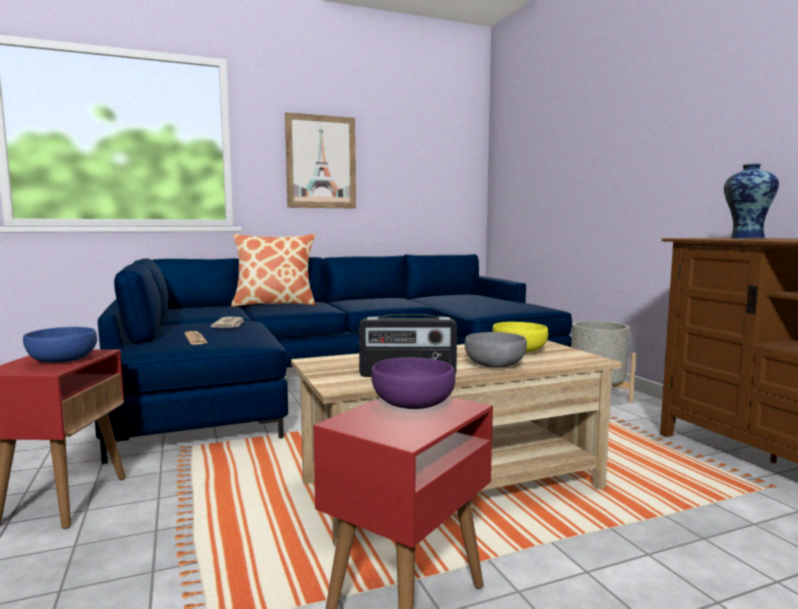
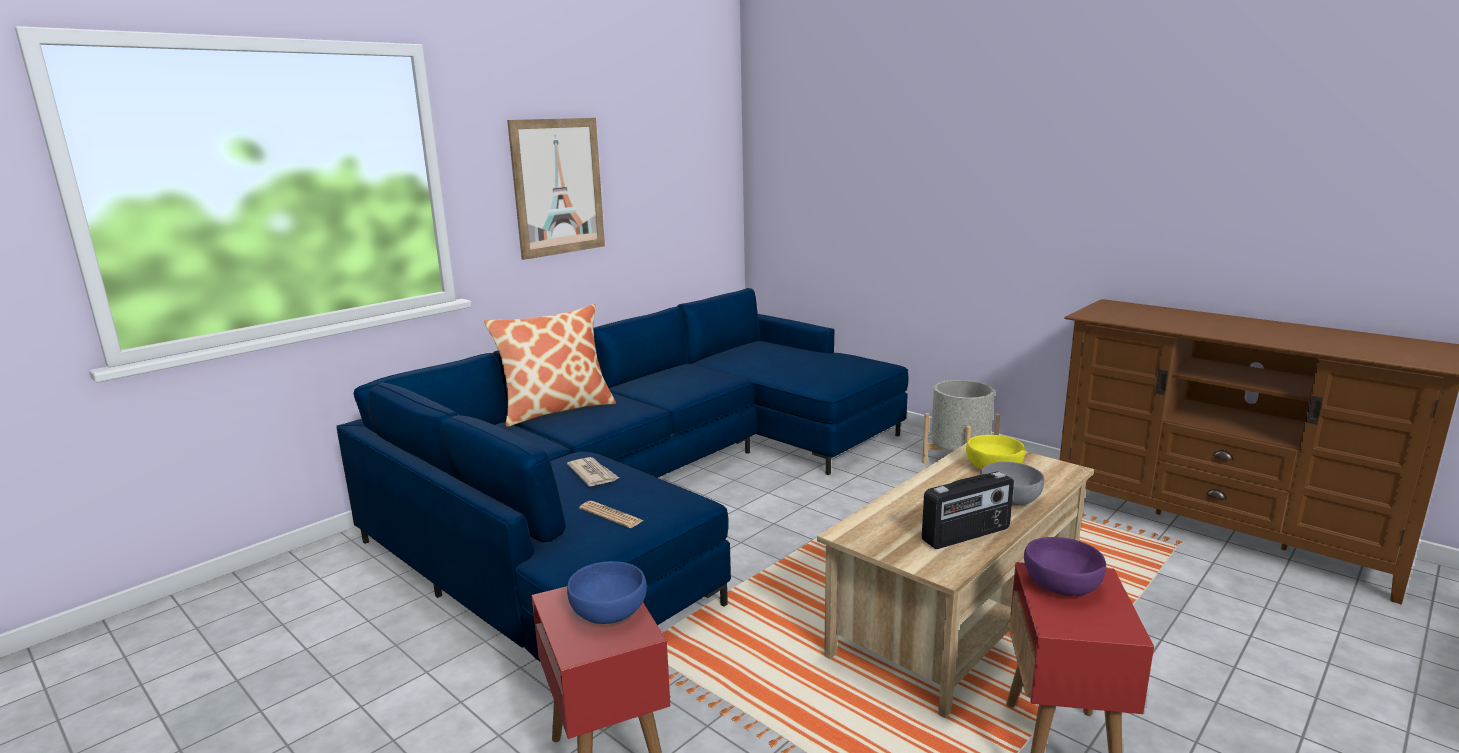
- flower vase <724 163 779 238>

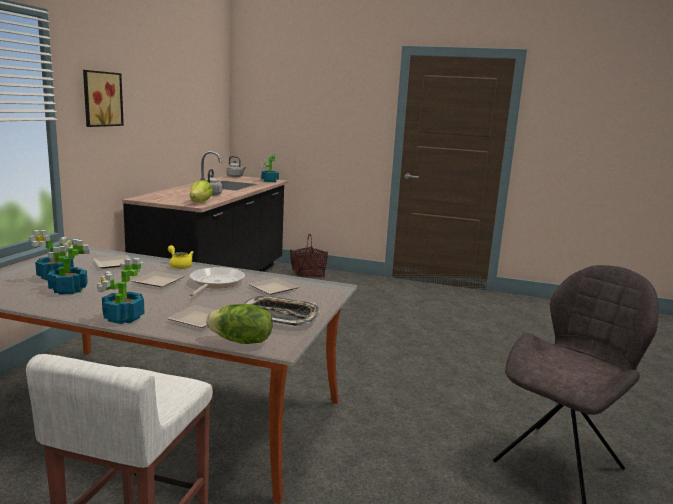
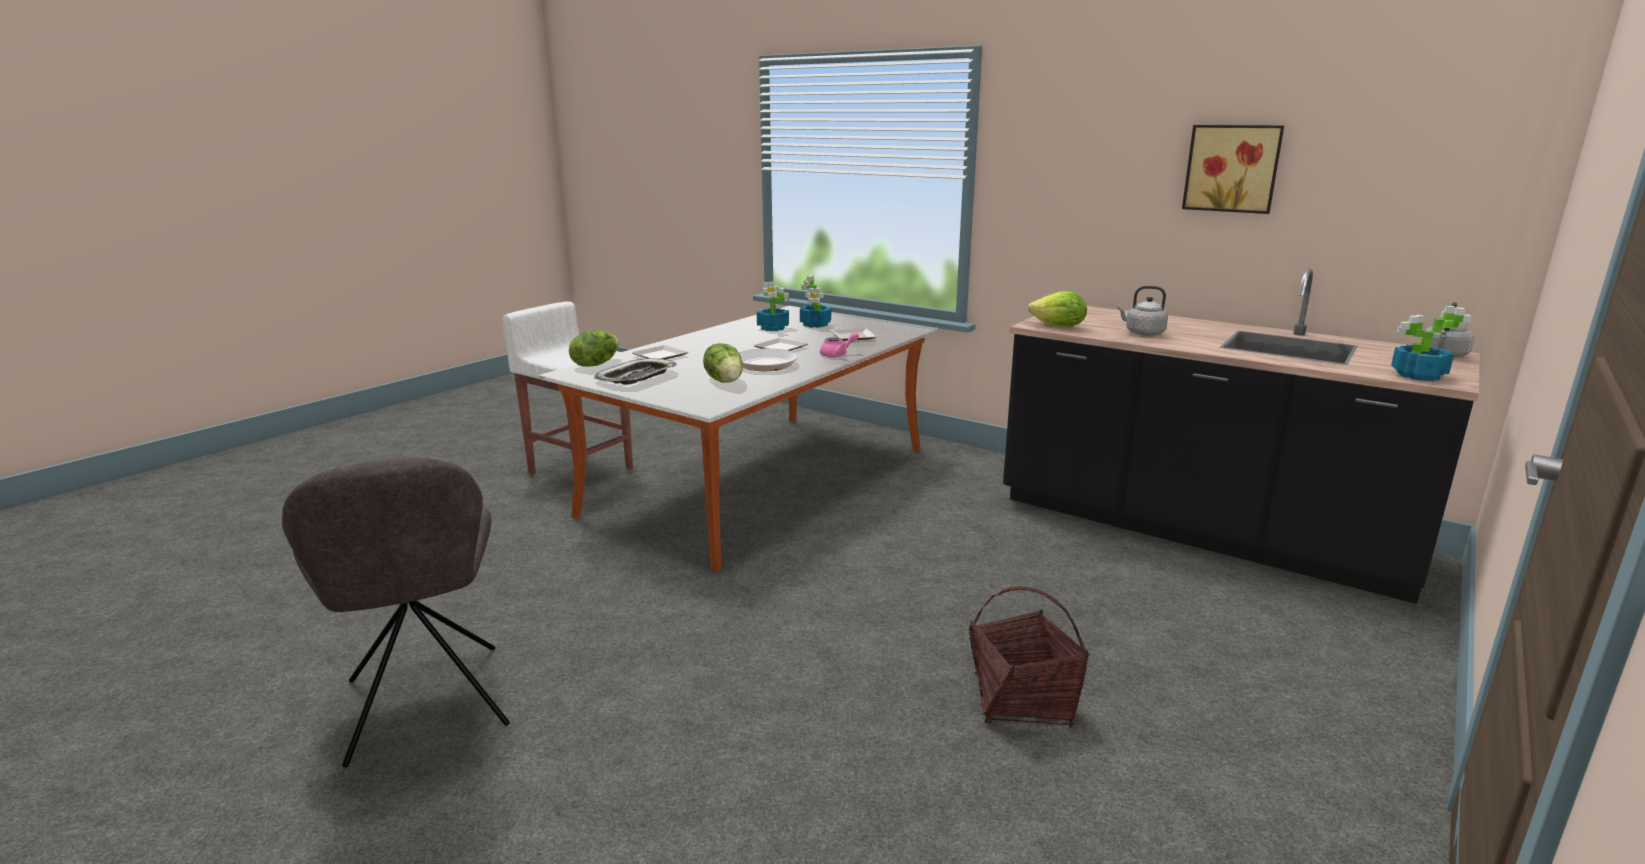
- potted plant <97 258 145 324>
~ picture <83 70 124 127> to <1182 125 1284 214>
~ household basket <290 234 328 277> to <969 586 1089 728>
~ plate <248 278 299 295> to lettuce head <703 343 743 383>
~ yellow pot for tea <168 245 194 269> to pinkish pot for tea <820 332 859 358>

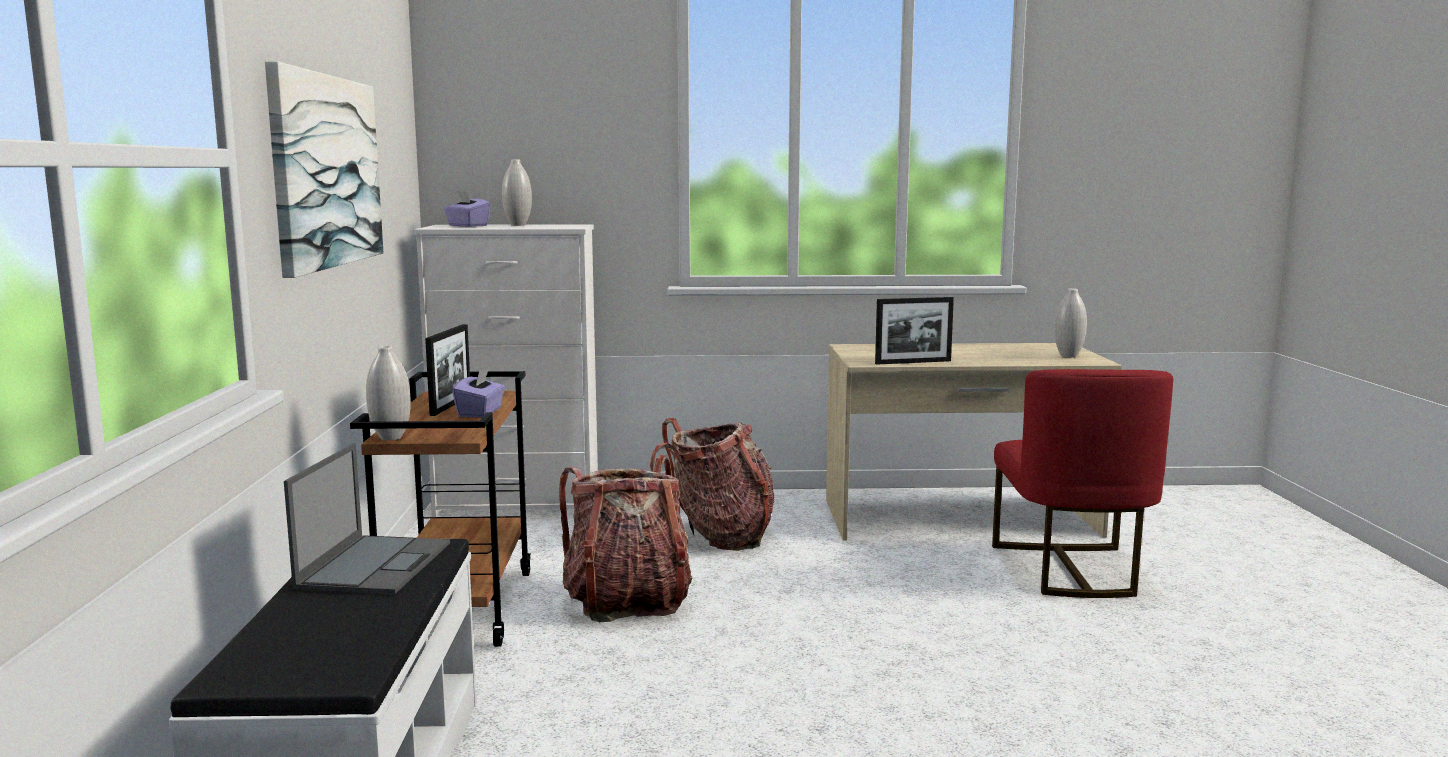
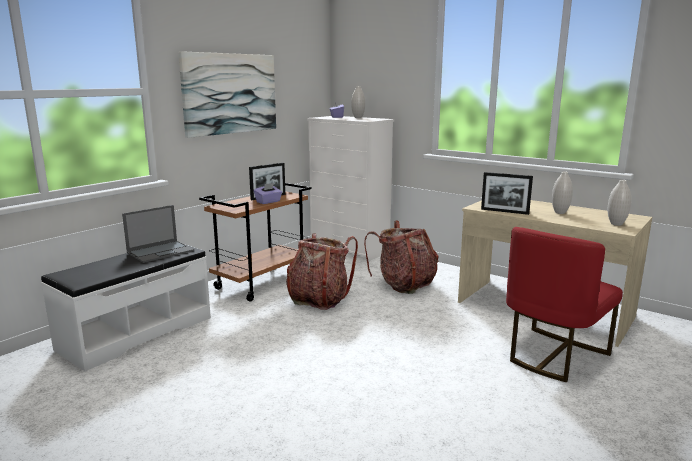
~ whitish flower vase <366 346 411 440> to <552 171 573 214>

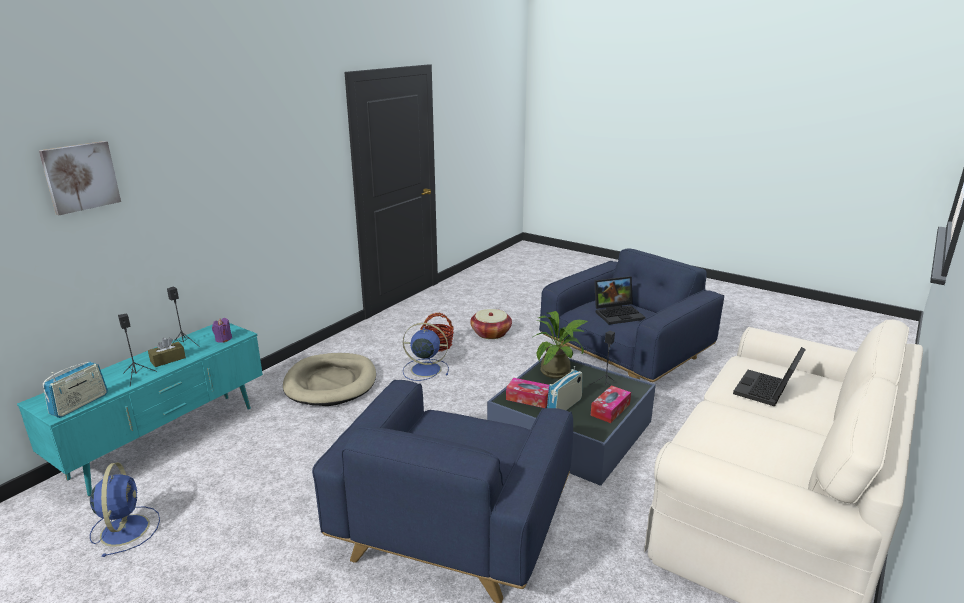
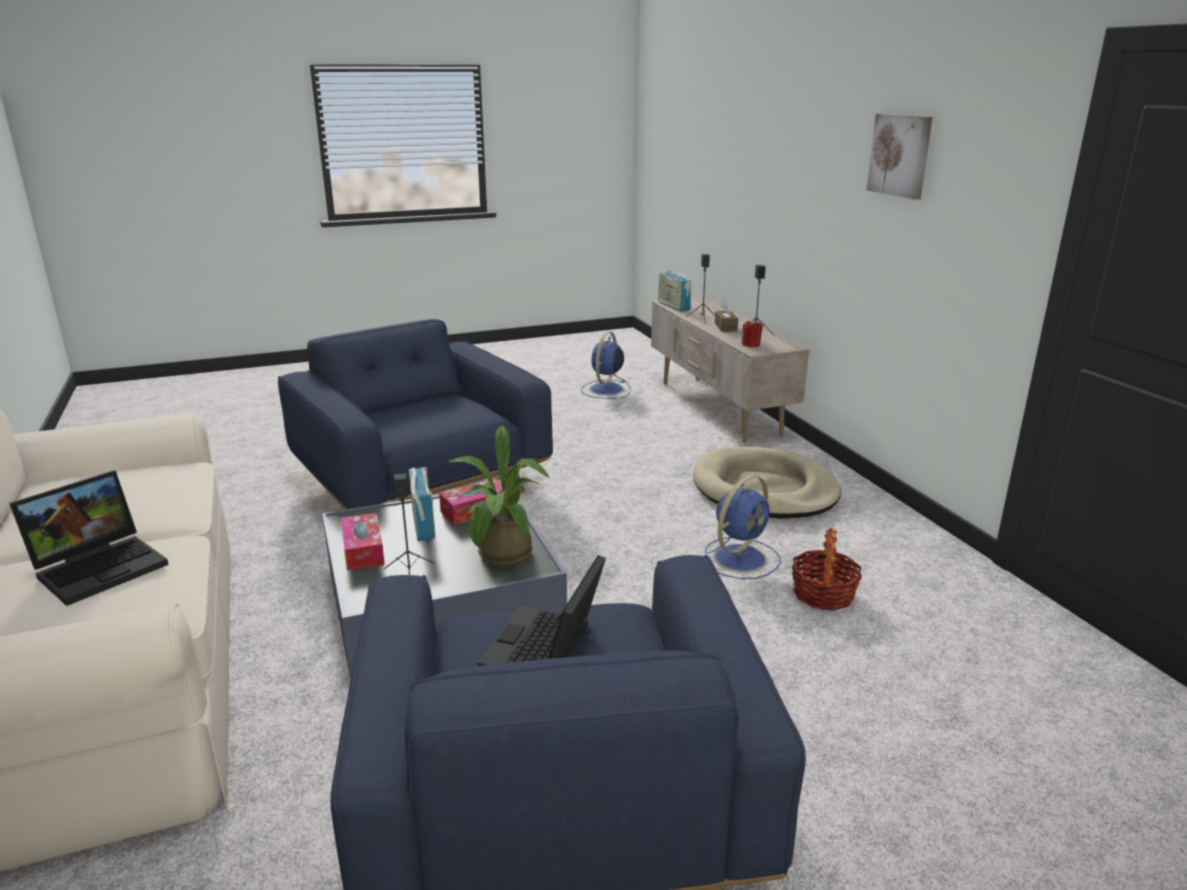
- household basket <470 309 512 339>
~ picture <39 141 121 215> to <867 113 933 200>
~ turquoise-coloured media console <17 323 263 496> to beige media console <651 296 810 443>
~ purplish candle <212 318 232 343> to reddish candle <741 319 763 347>
~ blue cooling fan <90 462 160 557> = <581 332 631 399> 90 degrees clockwise
~ portable computer <733 347 806 407> = <9 471 169 606> 60 degrees clockwise

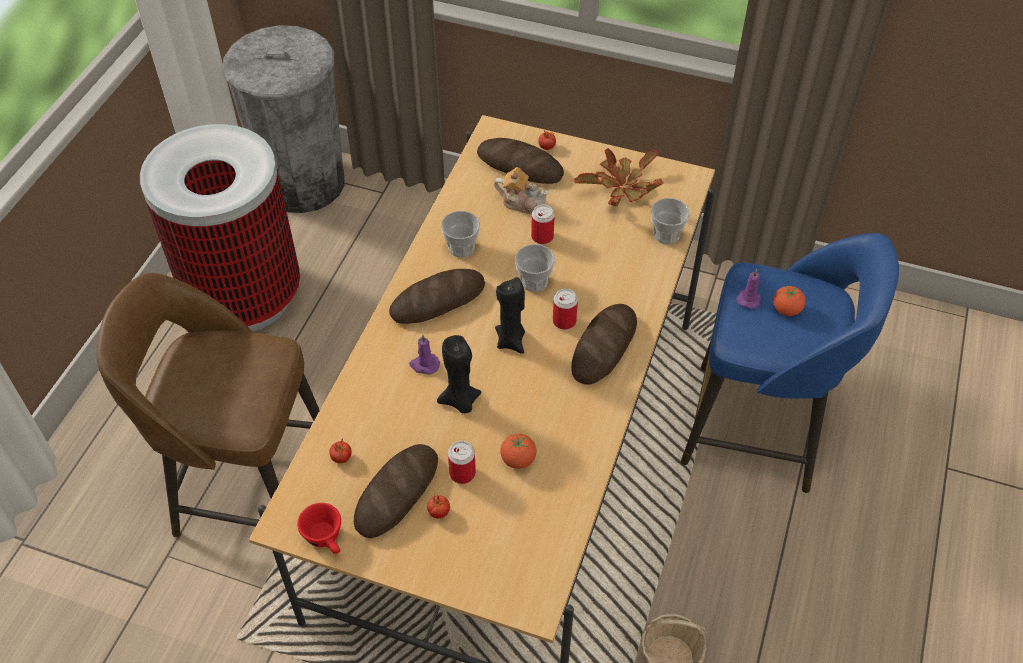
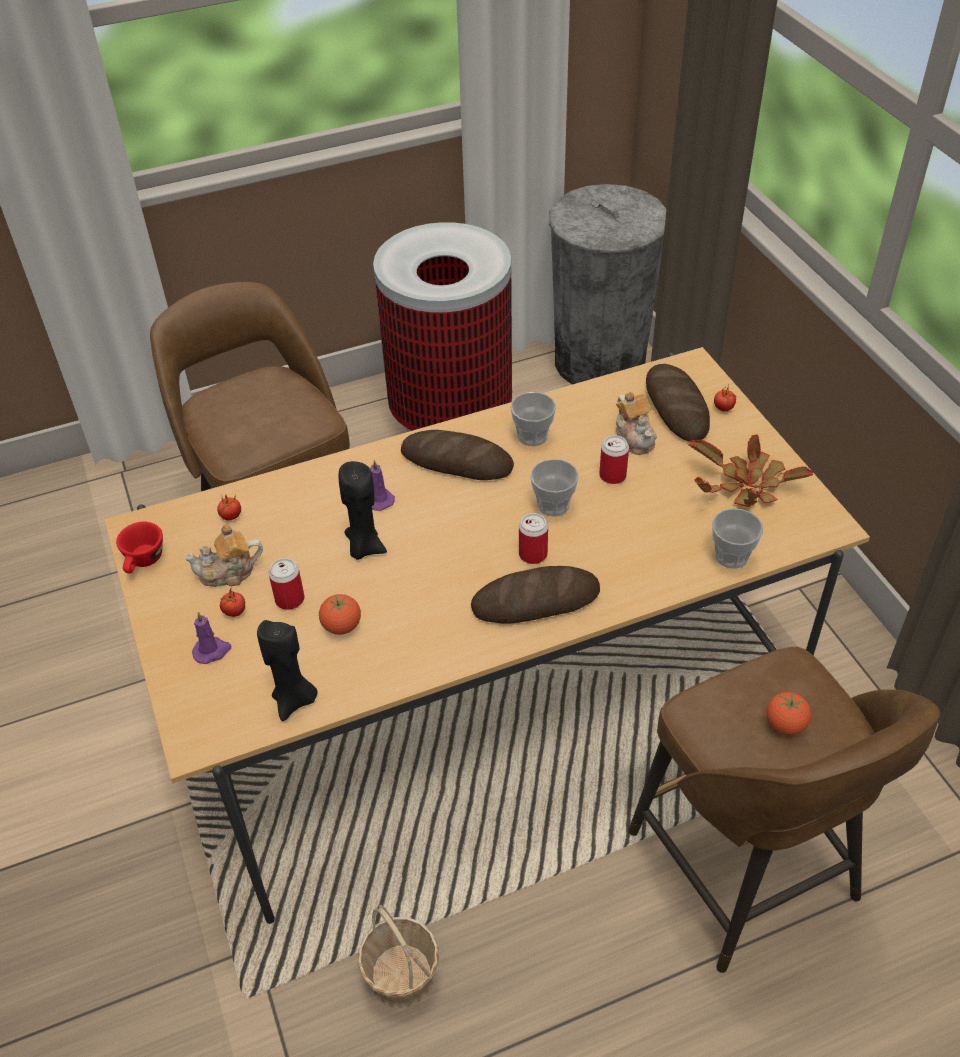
~ black candle <495 277 525 354> to <257 620 318 721>
~ purplish candle <736 269 761 309> to <192 612 232 664>
~ bakery bread <354 444 438 538> to pot for tea <183 525 263 587>
~ blue sitting stool <681 233 899 493> to brown sitting stool <628 647 941 973>

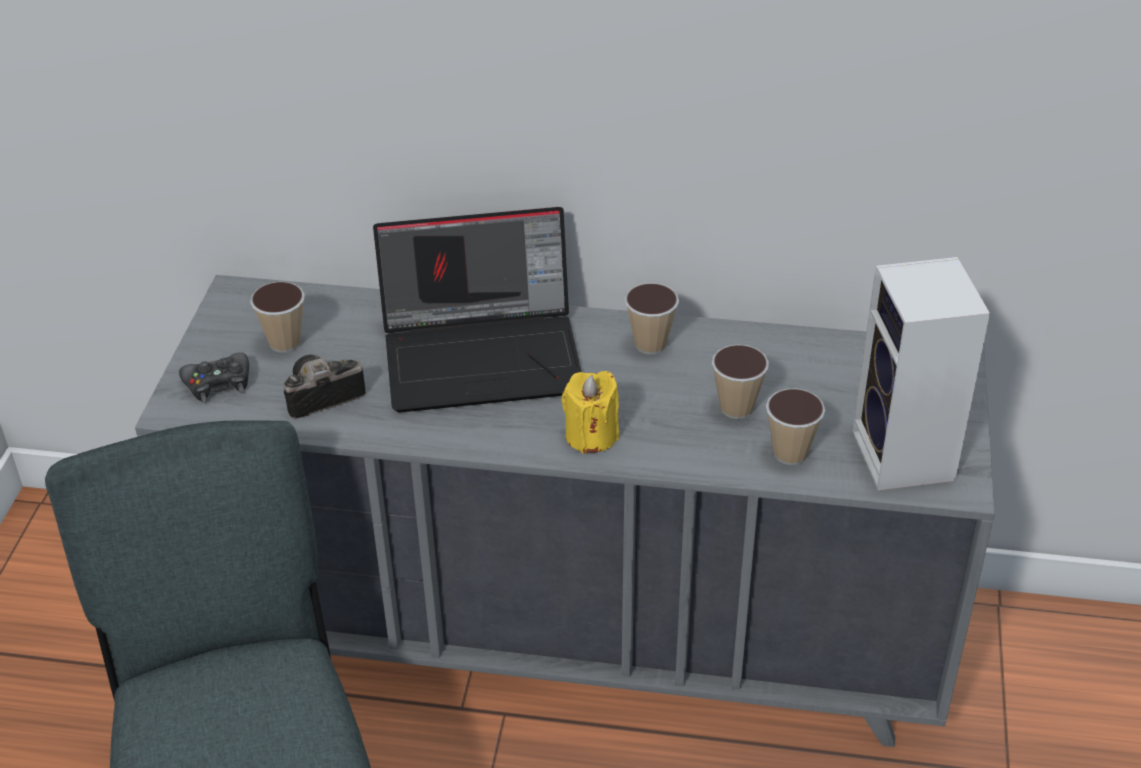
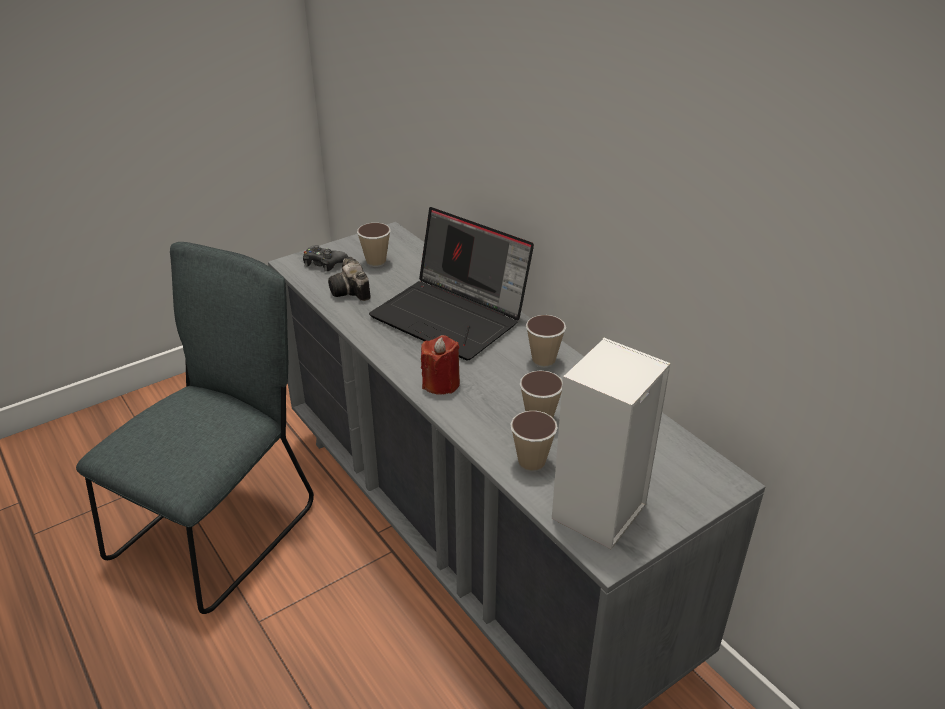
~ yellow candle <561 371 619 454> to reddish candle <421 335 460 395>
~ still camera <284 355 366 419> = <328 257 371 301> 135 degrees counterclockwise

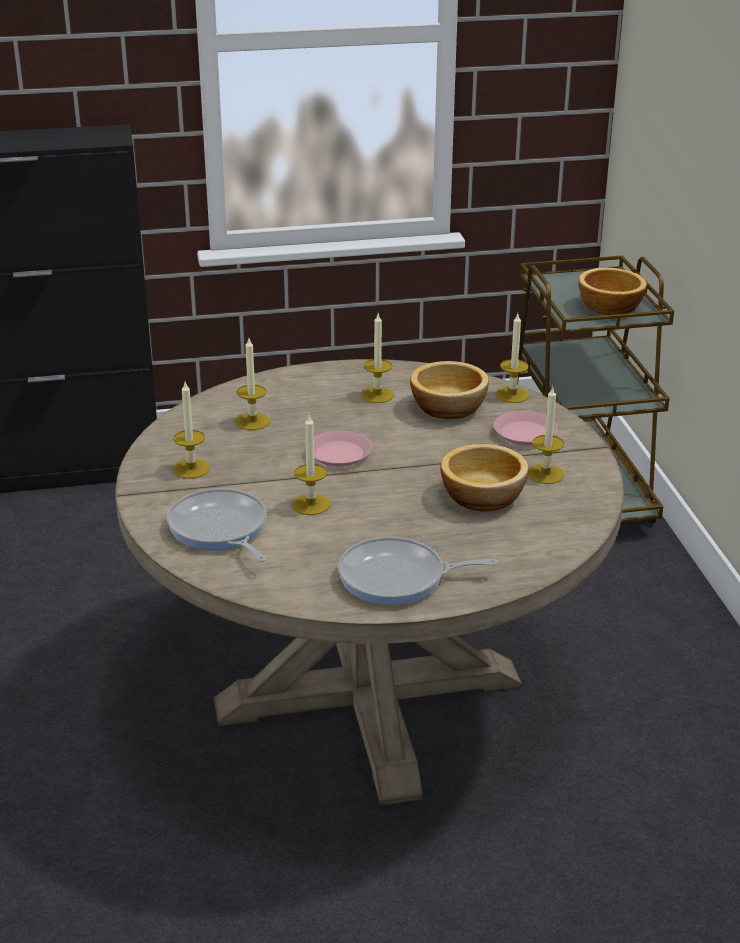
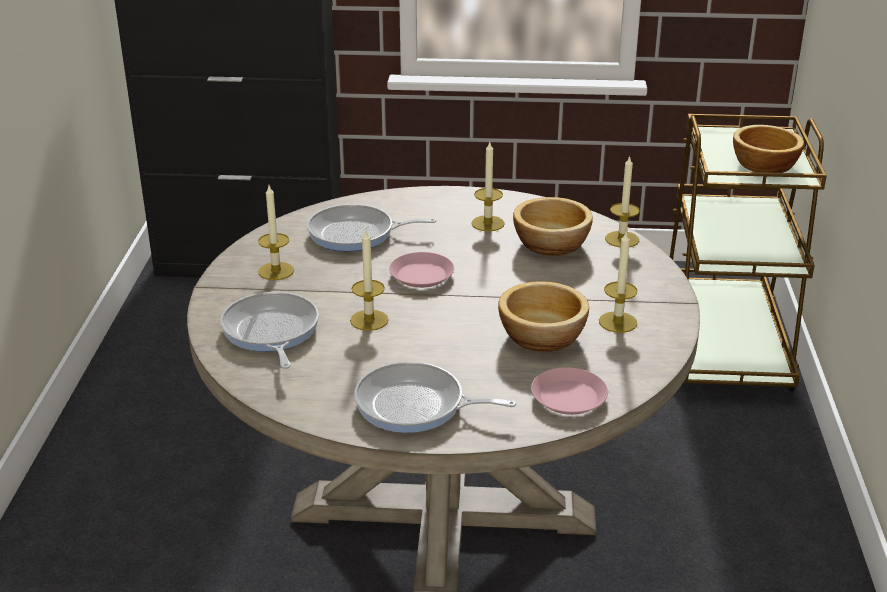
~ pinkish plate <494 411 558 445> to <531 367 608 415>
~ candle <236 338 270 430> to skillet <307 204 437 252>

